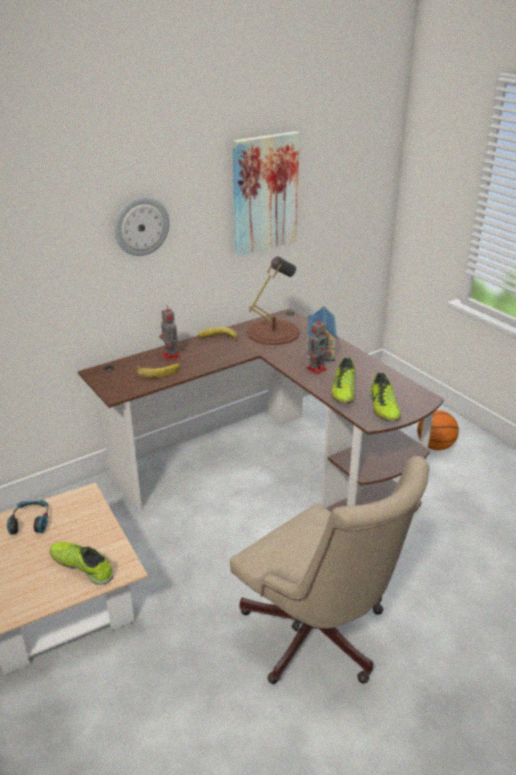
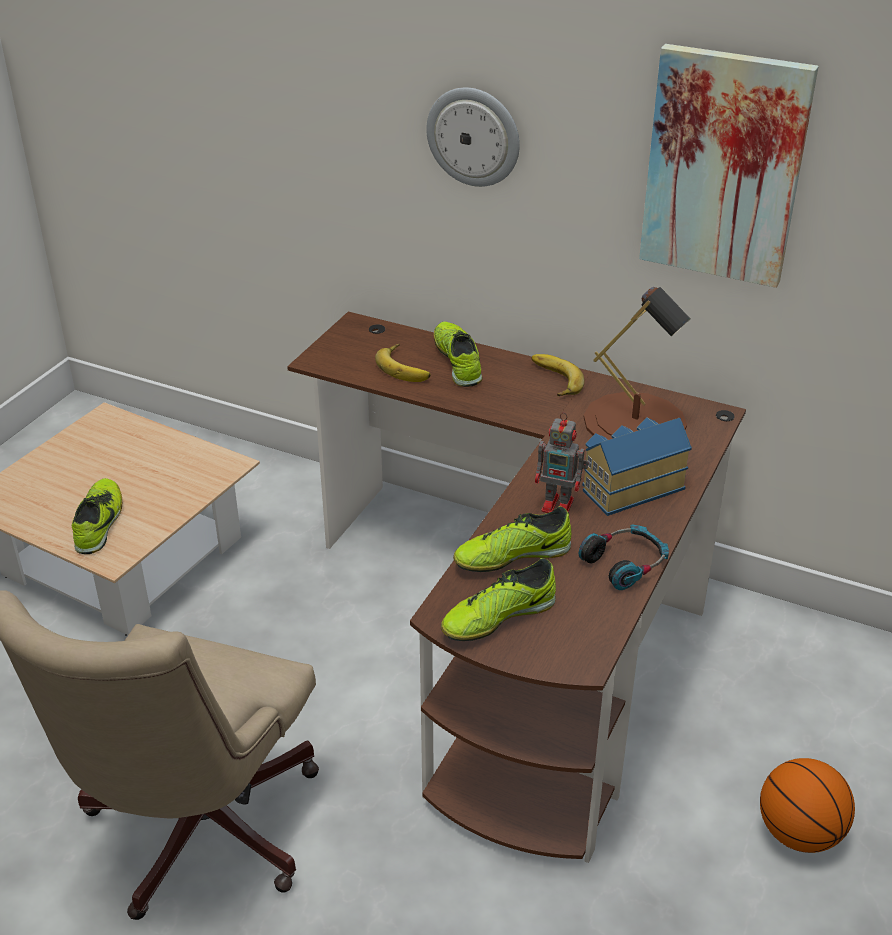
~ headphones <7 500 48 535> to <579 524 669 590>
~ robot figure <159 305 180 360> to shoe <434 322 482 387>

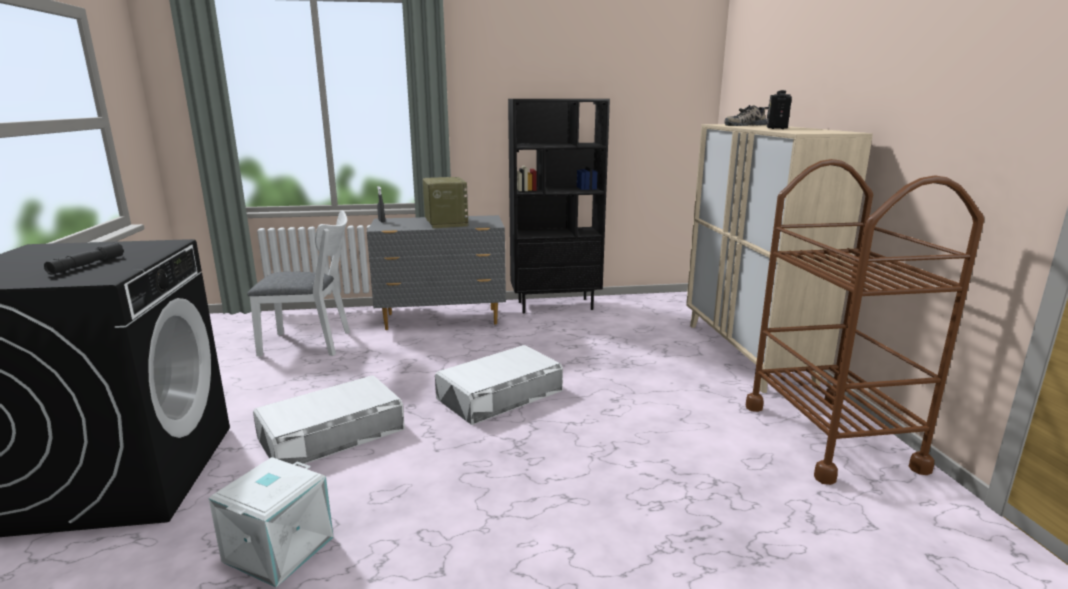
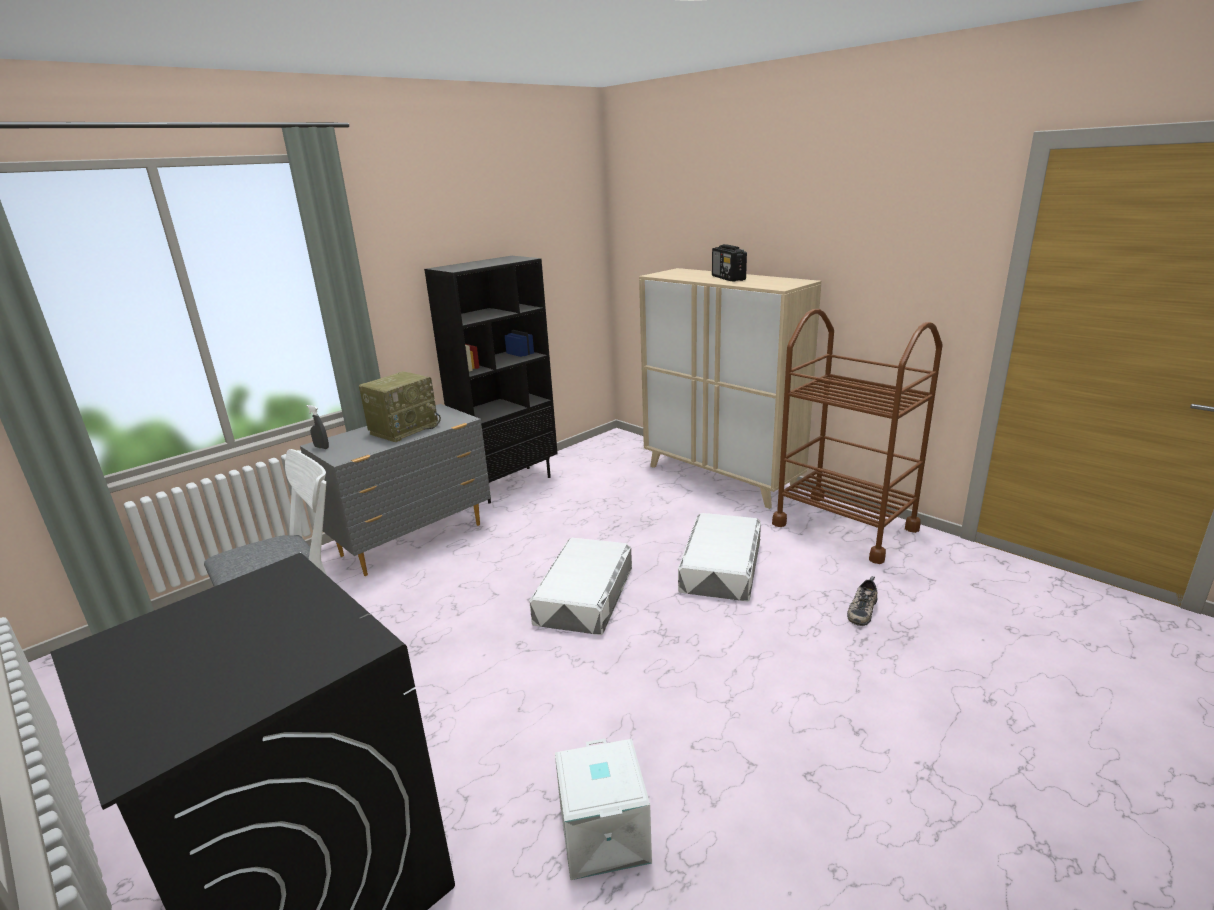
- grey torch <44 242 124 275>
~ whitish storage box <253 375 405 466> to <678 513 761 602>
~ shoe <724 105 769 126> to <847 576 878 626>
~ radio receiver <423 177 469 228> = <359 371 441 442> 90 degrees clockwise

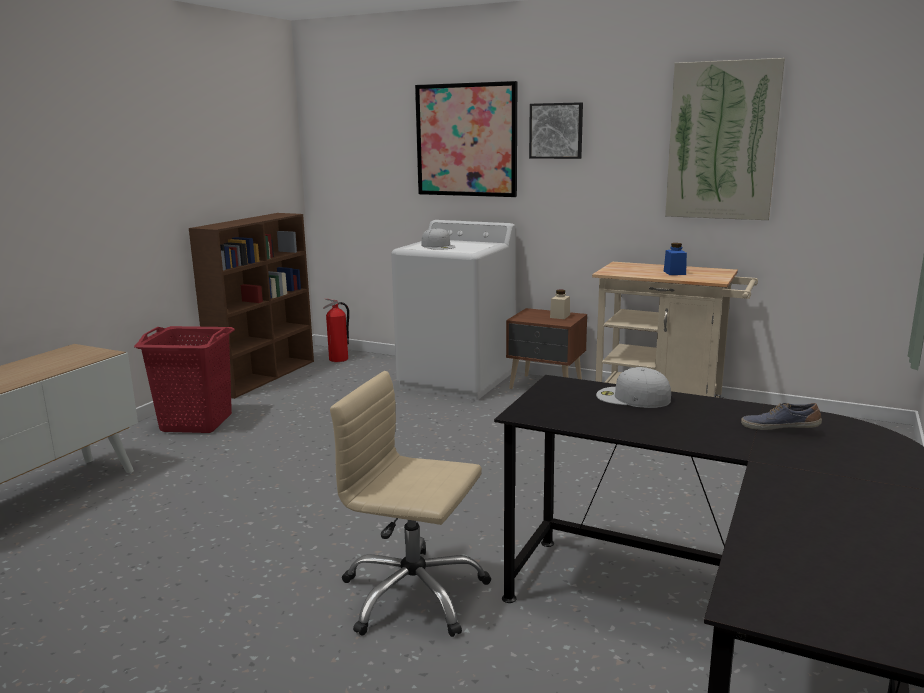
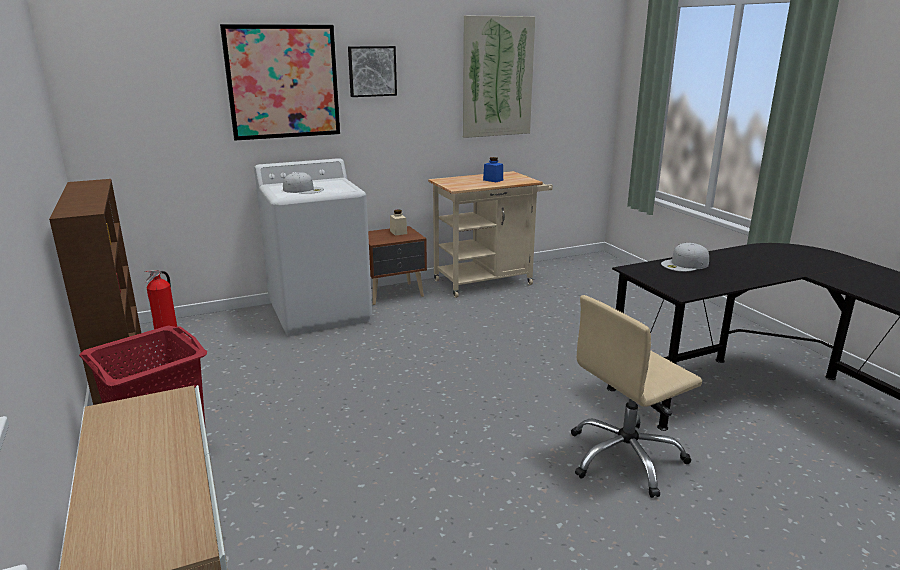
- shoe <741 403 822 430>

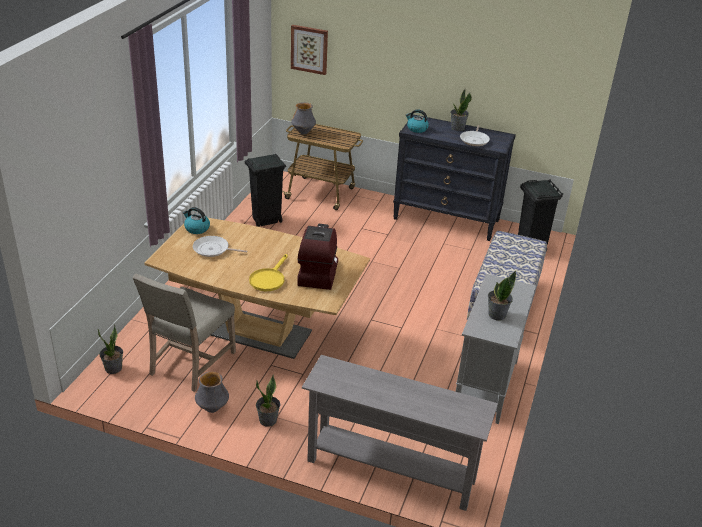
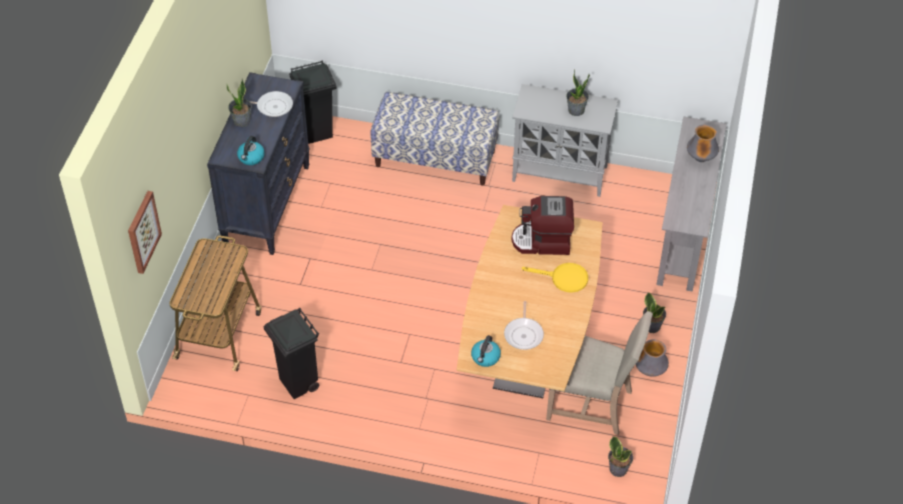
~ flower vase <291 102 316 135> to <687 124 719 162>

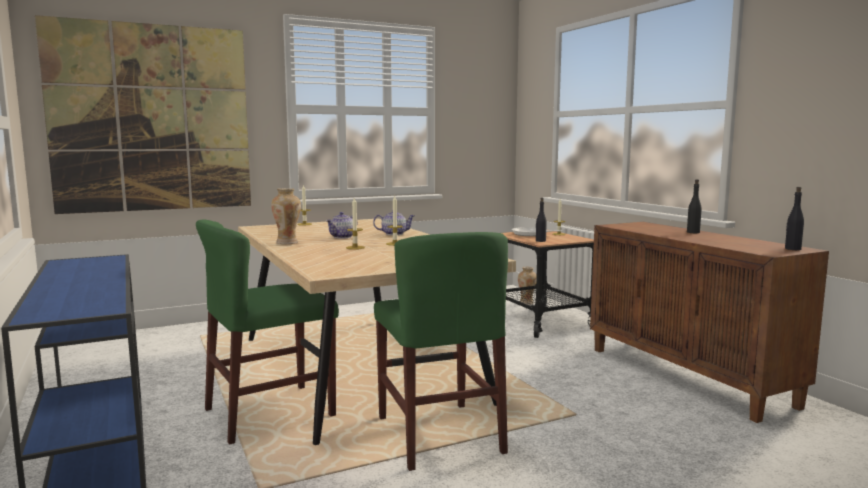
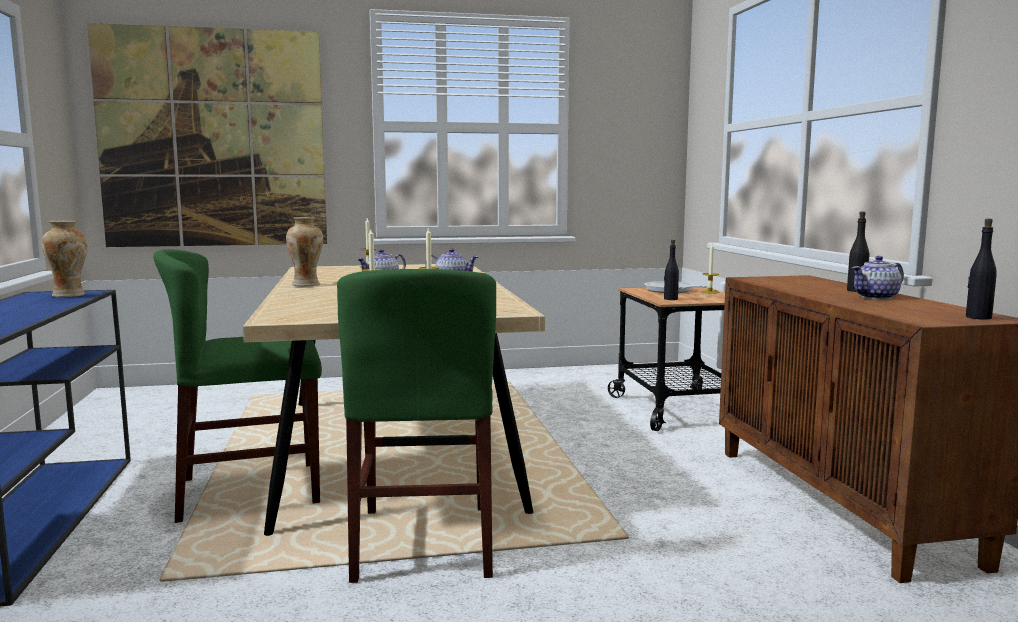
+ pot for tea <852 256 904 299>
~ flower vase <518 267 537 305> to <41 220 88 297>

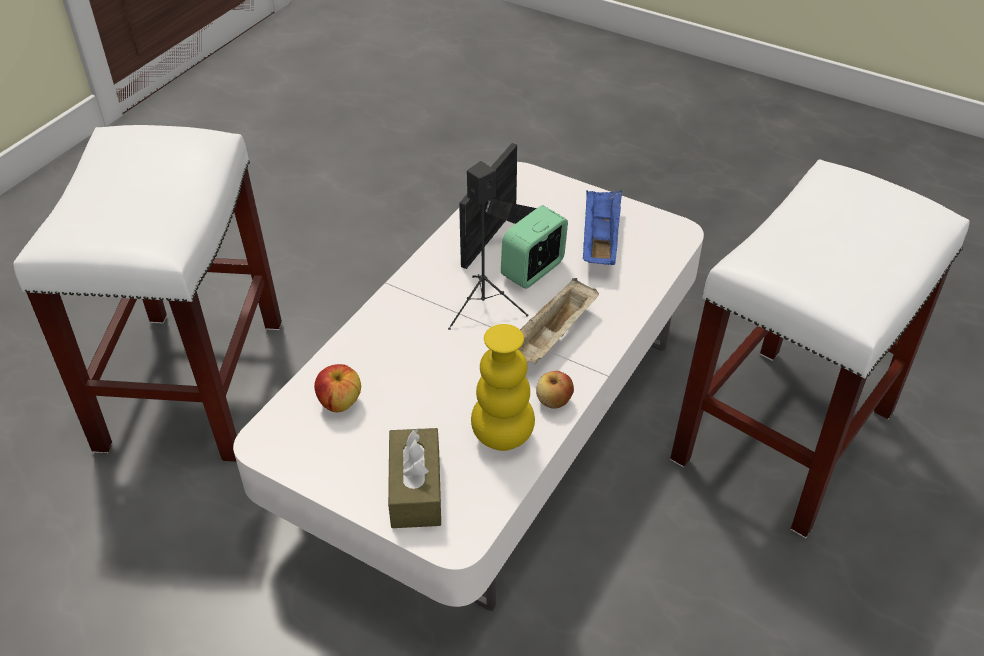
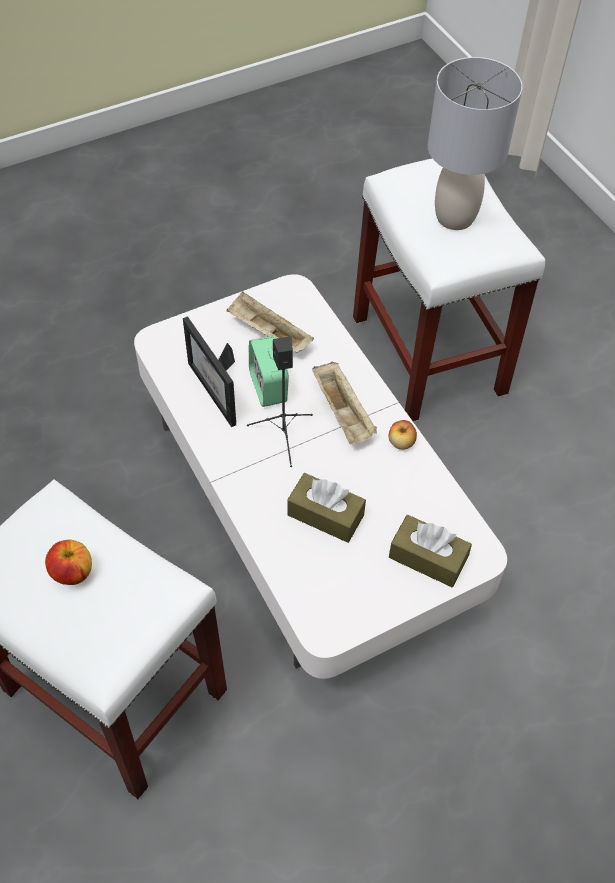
- yellow flower vase <471 324 535 451>
+ brown box of tissues <287 473 366 543>
+ grey lamp for a table <427 57 523 230>
~ whole apple <314 364 361 412> to <45 540 92 585>
~ blue serving tray <583 191 622 265> to beige serving tray <226 292 314 353>

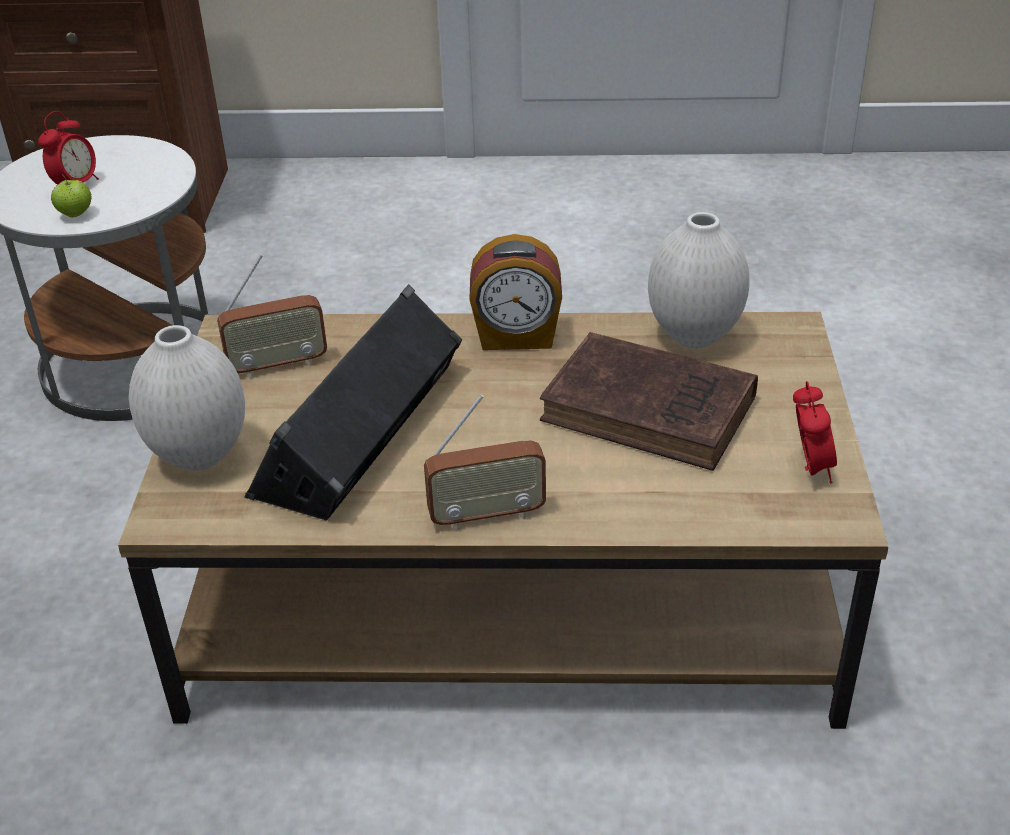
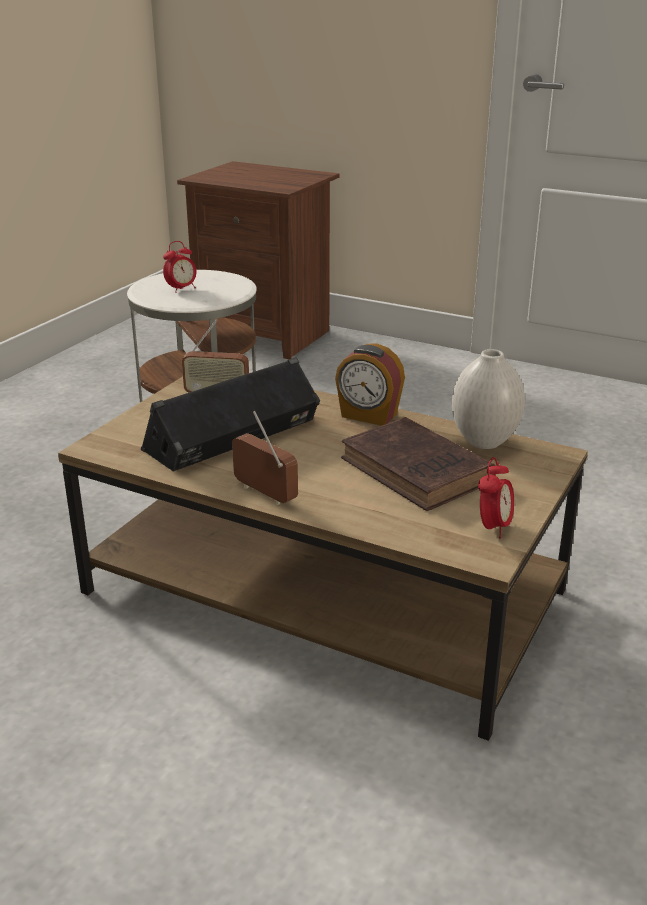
- whole apple <51 174 91 217>
- whitish flower vase <129 325 245 471>
~ radio receiver <424 395 546 530> = <232 411 298 505> 150 degrees counterclockwise

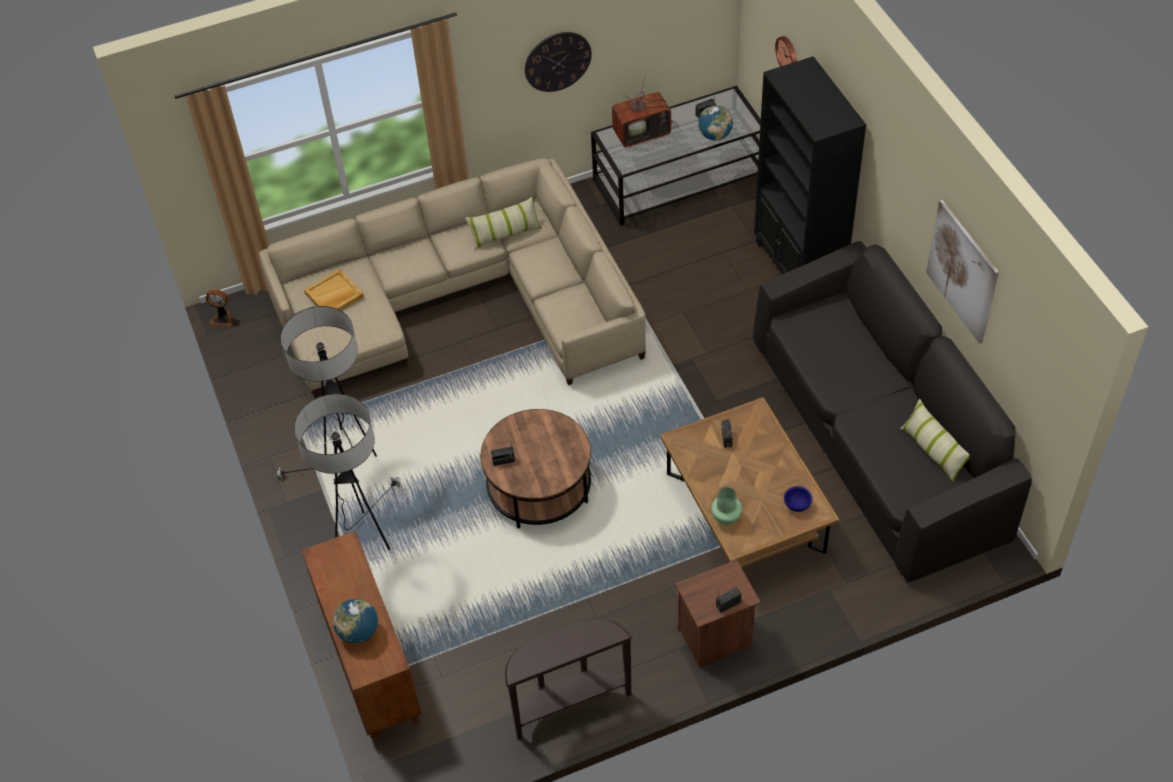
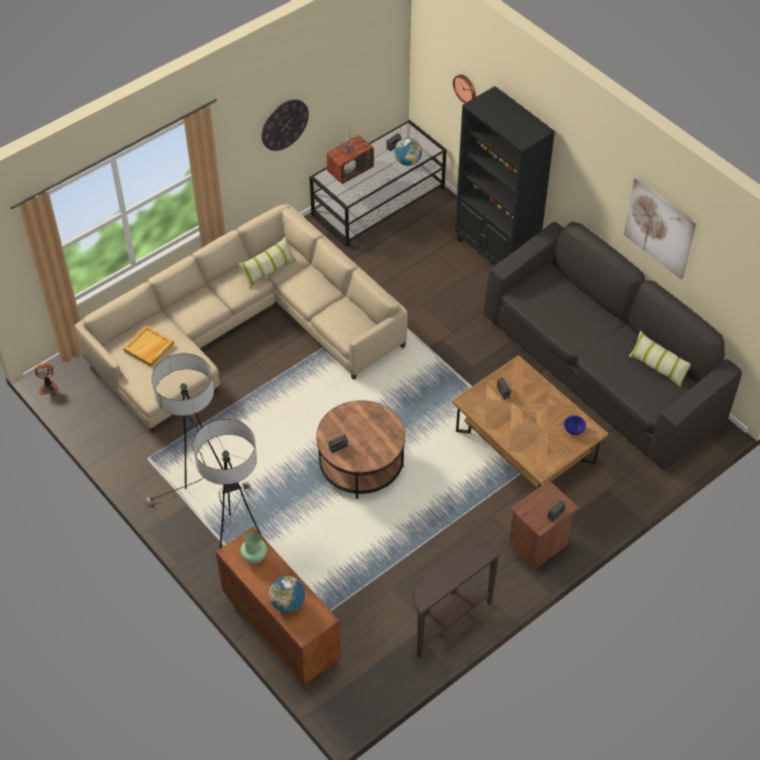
~ green flower vase <711 487 742 525> to <241 532 267 564>

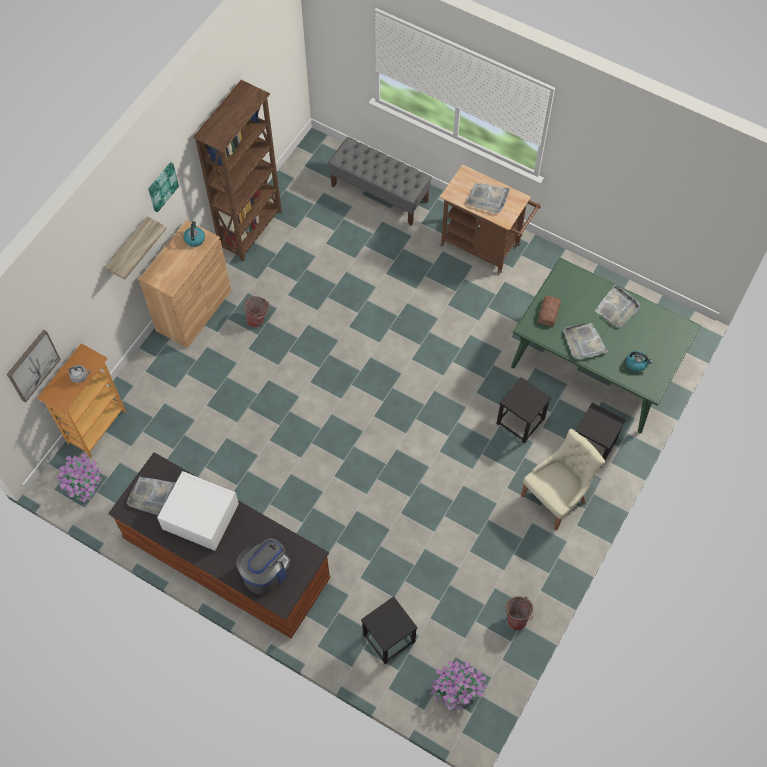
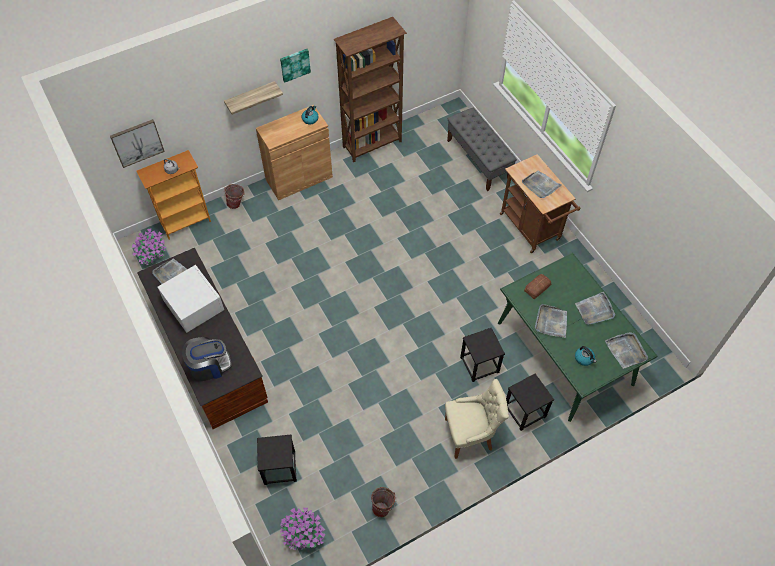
+ grey serving tray <605 332 648 369>
~ water bucket <244 296 270 328> to <224 184 245 209>

